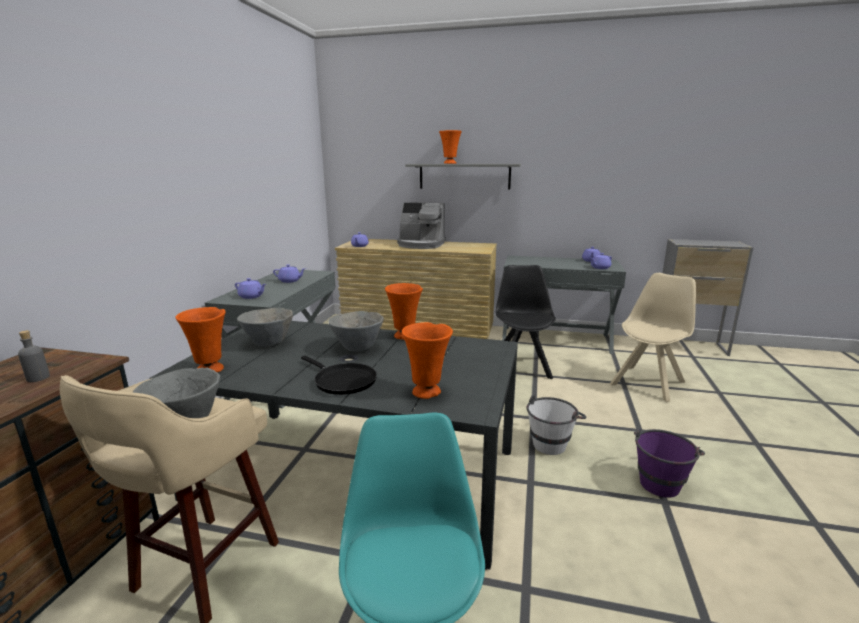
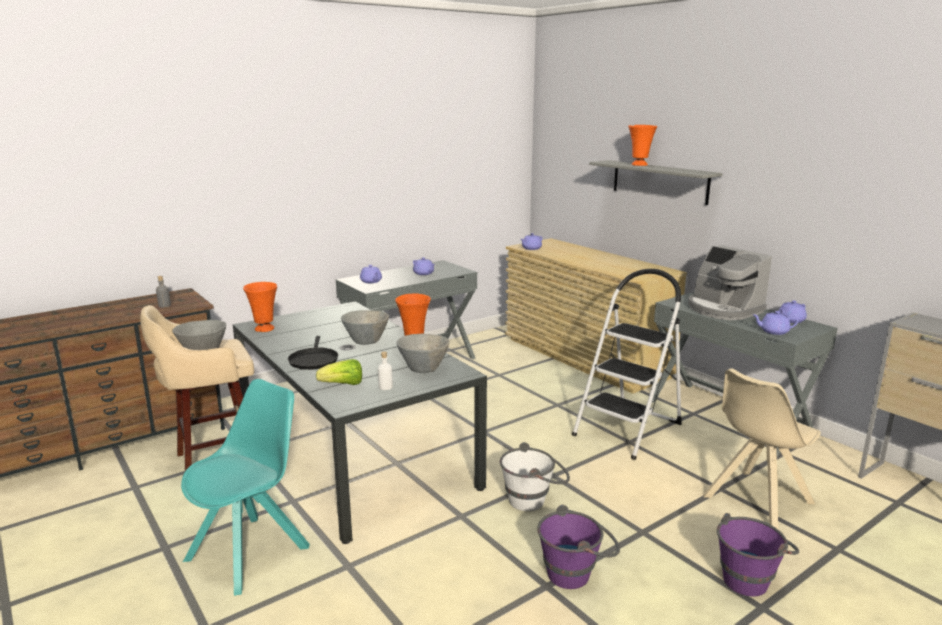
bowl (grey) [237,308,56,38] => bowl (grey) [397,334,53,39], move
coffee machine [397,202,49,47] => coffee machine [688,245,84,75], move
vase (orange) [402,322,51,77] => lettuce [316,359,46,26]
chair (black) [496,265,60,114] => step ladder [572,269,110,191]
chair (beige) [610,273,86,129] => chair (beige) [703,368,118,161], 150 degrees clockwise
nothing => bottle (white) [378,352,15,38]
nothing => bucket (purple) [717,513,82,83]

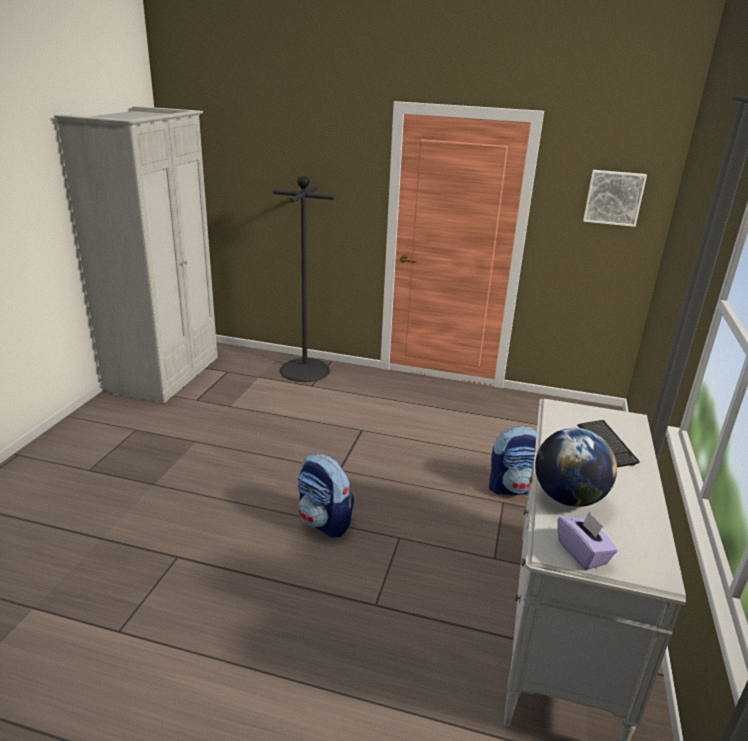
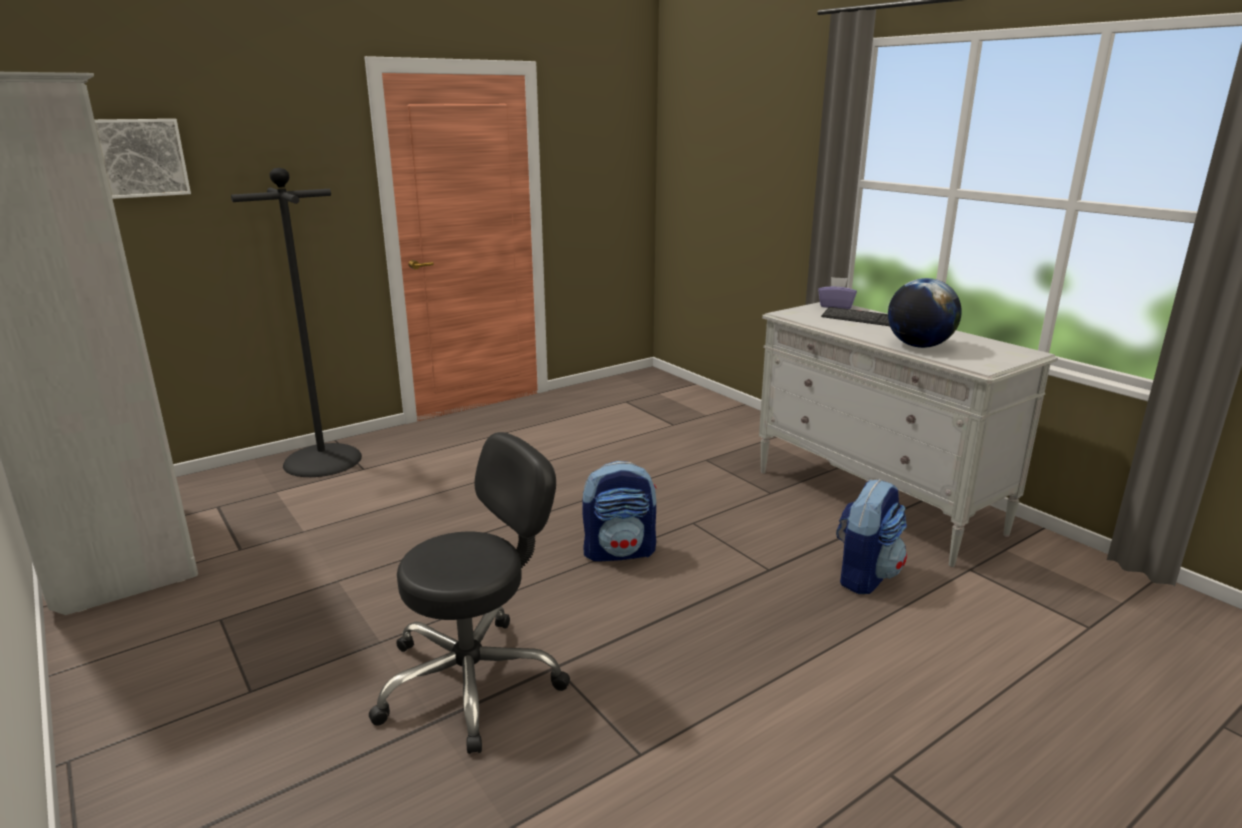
backpack [489,426,48,69] => backpack [836,479,71,115], move
tissue box (purple) [557,512,61,58] => tissue box (purple) [818,277,39,32], move
picture [583,170,64,57] => picture [95,119,96,80], move
nothing => office chair (black) [369,432,201,322]

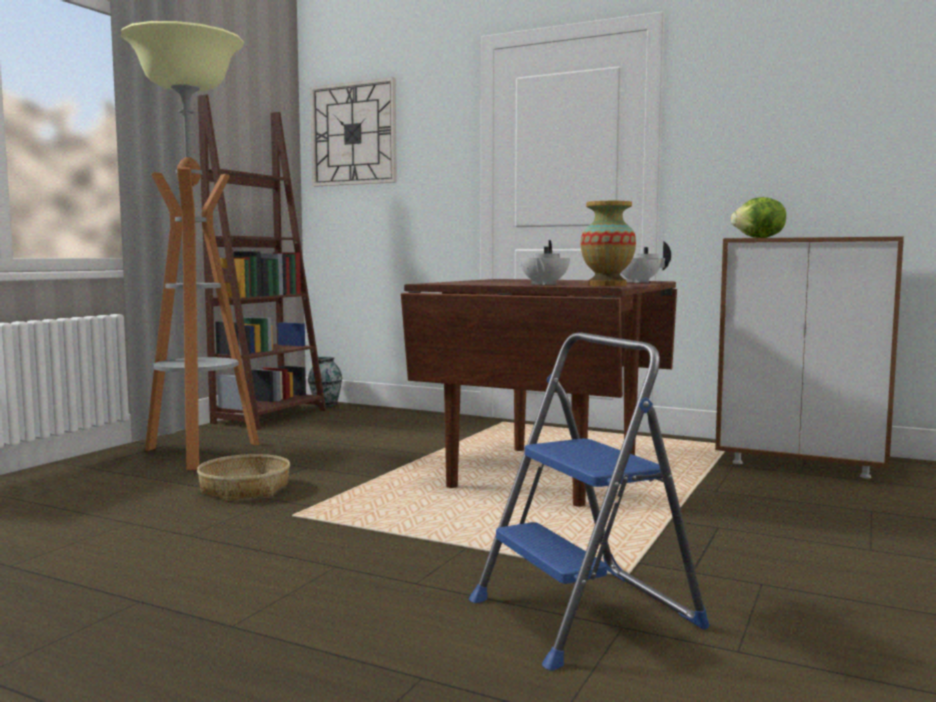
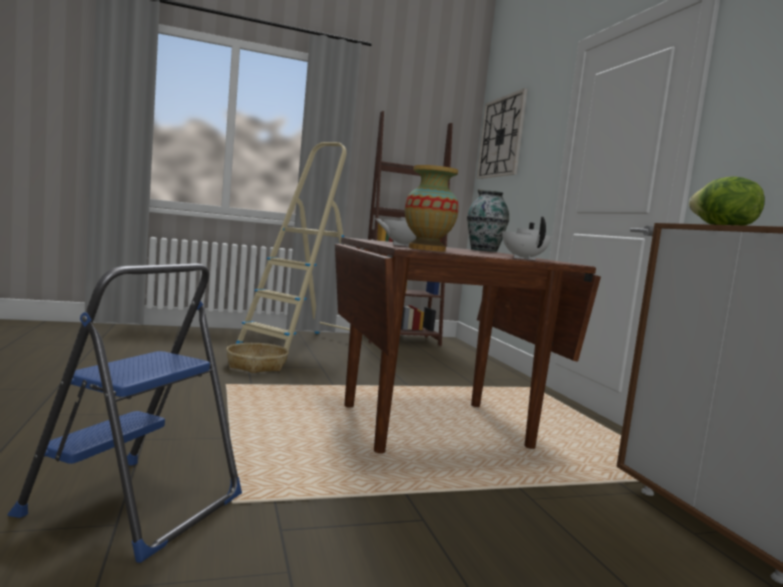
floor lamp [121,21,139,449] => step ladder (beige) [236,142,126,209]
vase [308,357,34,50] => vase [467,189,42,63], move

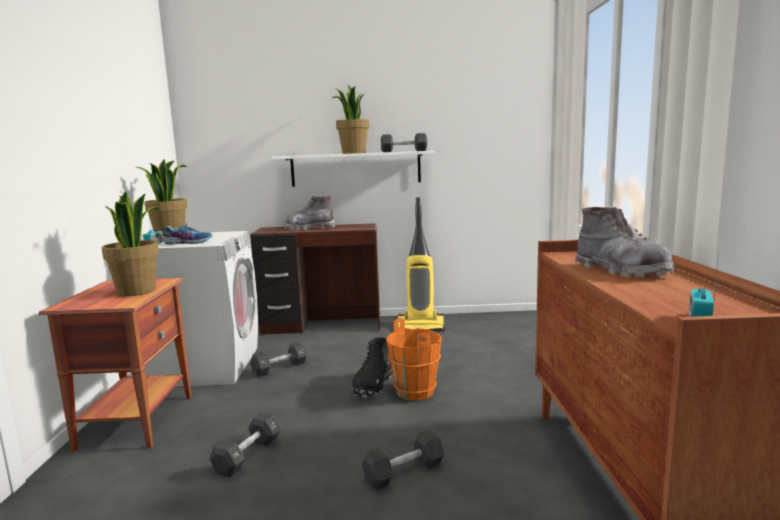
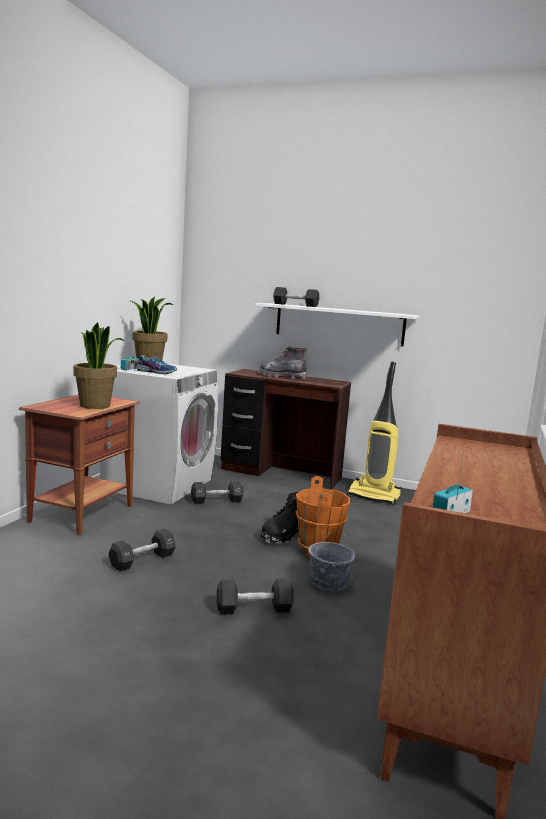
potted plant [333,85,36,69] => nothing
dumbbell (black) [381,133,46,19] => dumbbell (black) [273,287,46,20], move
boot (grey) [575,207,100,70] => nothing
nothing => bucket (grey) [308,529,47,62]

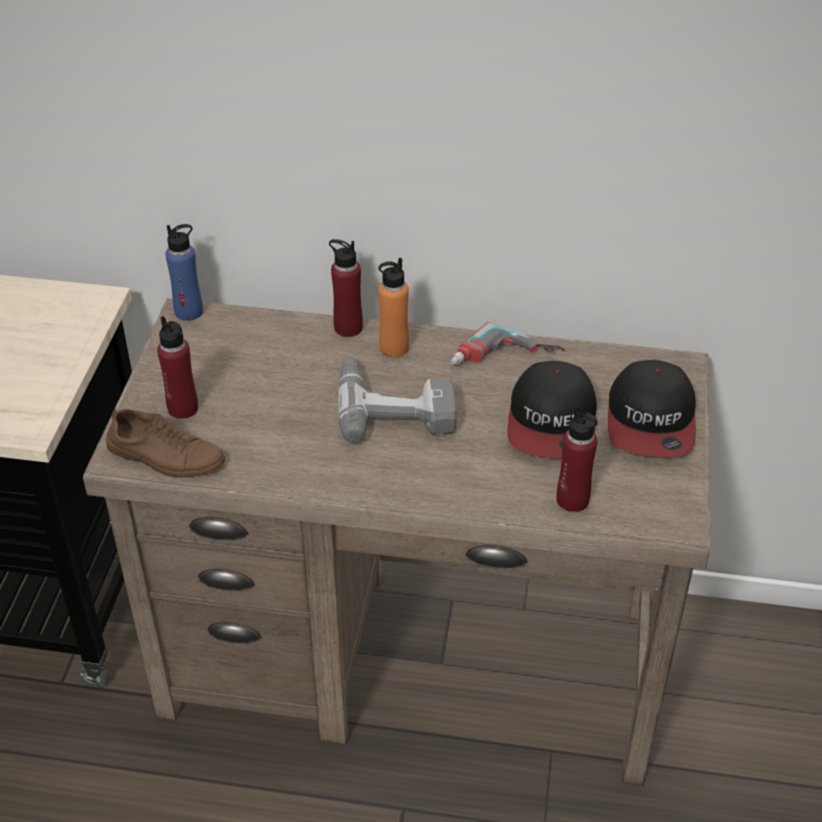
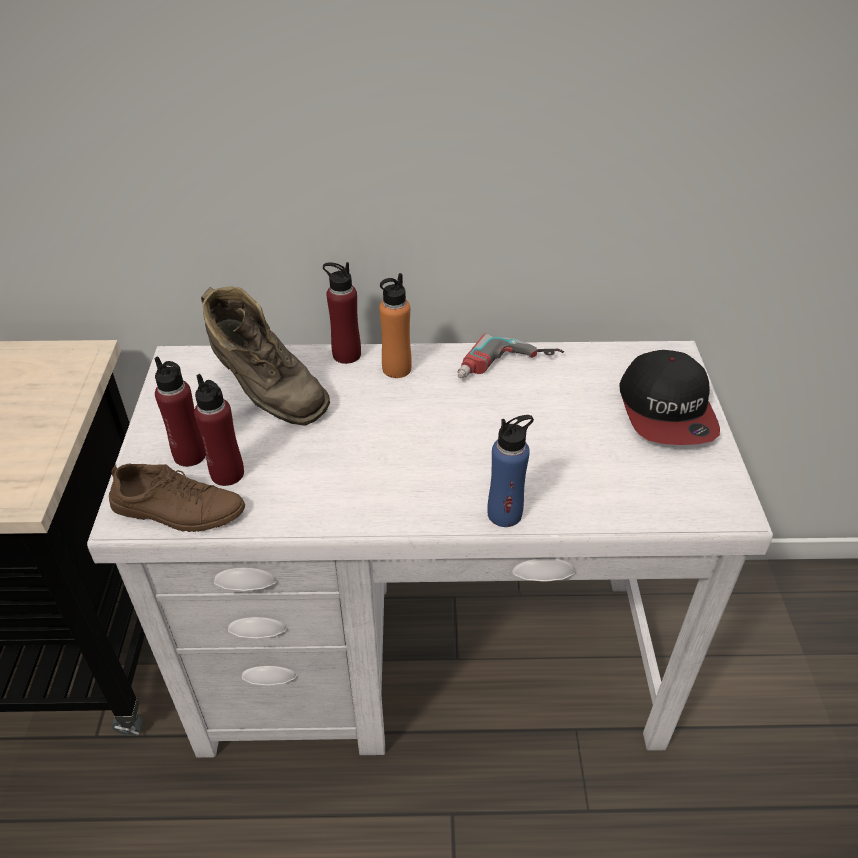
desk (brown) [83,298,627,487] => desk (white) [87,341,686,417]
bottle (blue) [165,224,38,97] => bottle (blue) [487,415,47,112], move
power drill [337,356,120,87] => nothing
cap [508,361,89,97] => nothing
bottle (red) [556,405,42,107] => bottle (red) [194,374,50,112], move
nothing => boot (brown) [201,287,129,139]

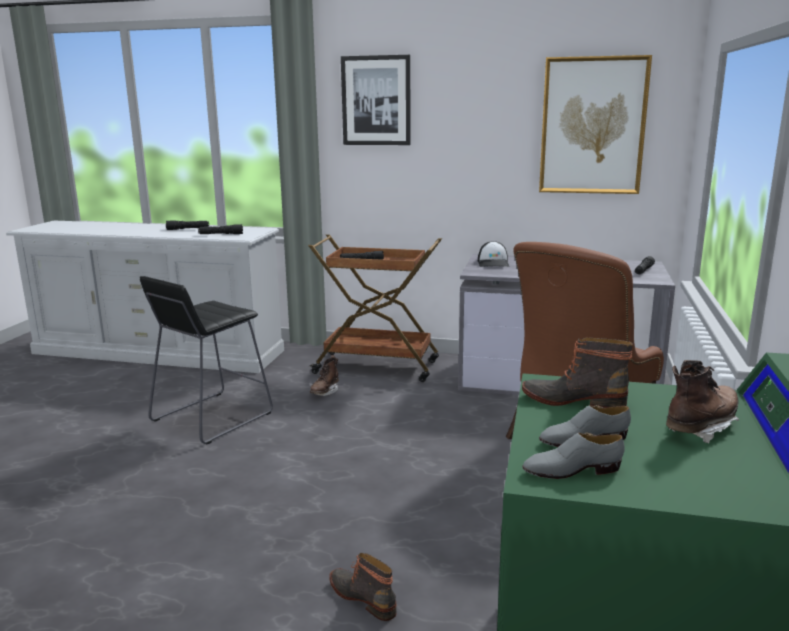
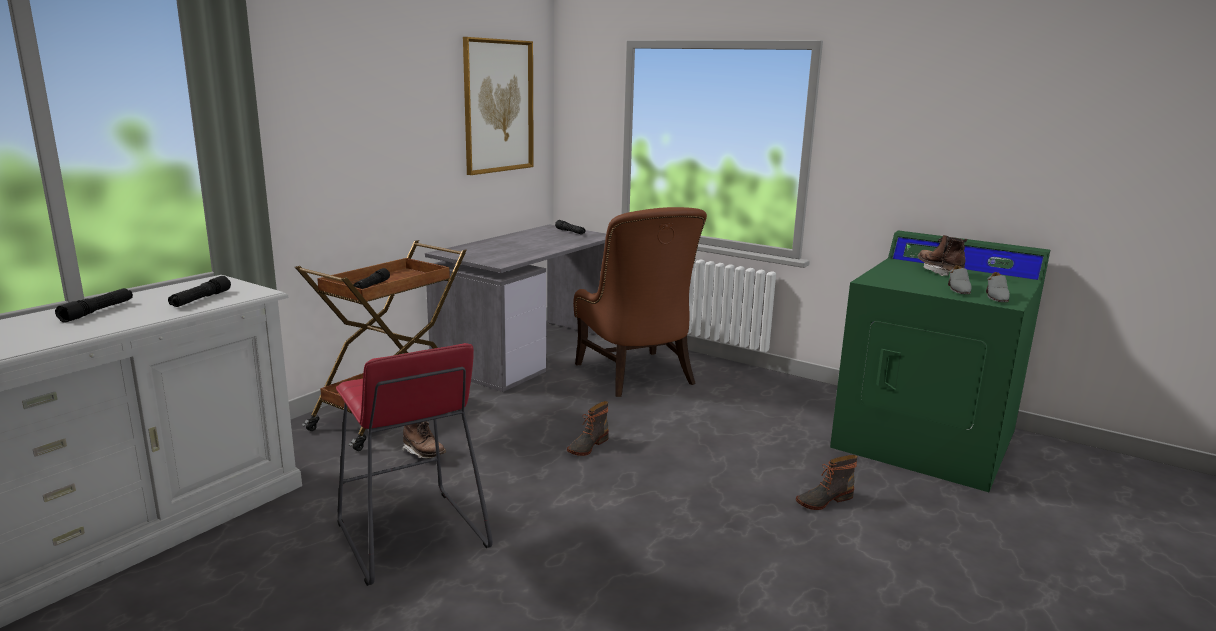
stool (black) [140,276,133,169] => stool (red) [336,343,157,243]
picture [341,55,70,90] => nothing
cap [478,241,31,26] => nothing
boot [522,338,111,70] => boot [567,401,42,55], move

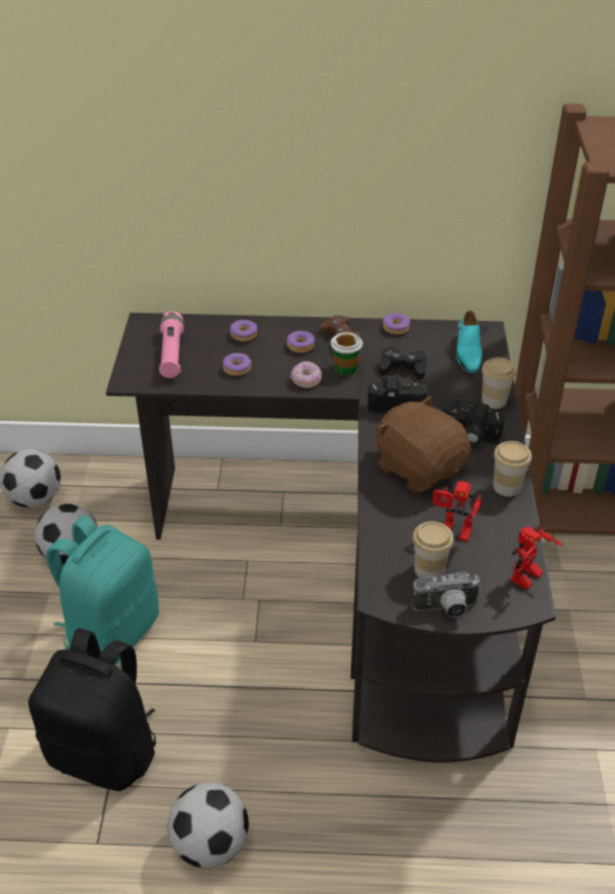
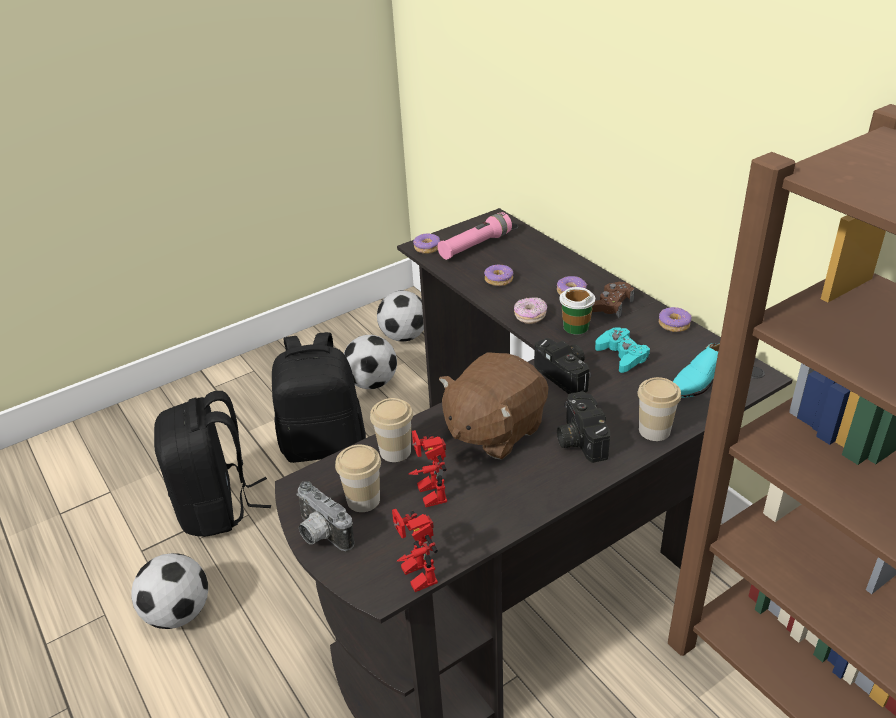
backpack (turquoise) [46,516,113,149] => backpack (black) [272,332,94,131]
donut [230,320,27,22] => donut [413,233,28,21], move
plush toy (brown) [375,396,96,97] => plush toy (brown) [439,352,109,108], 150 degrees counterclockwise
game controller (black) [379,347,48,33] => game controller (turquoise) [595,327,55,46]
cup [493,441,39,56] => cup [370,398,43,64], move
toy robot [510,526,54,64] => toy robot [392,509,46,83], 60 degrees clockwise

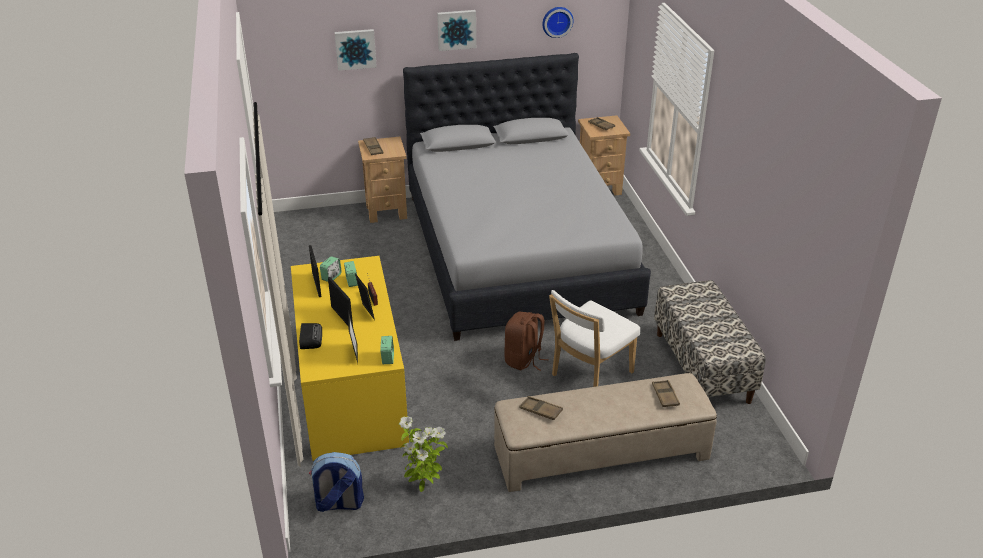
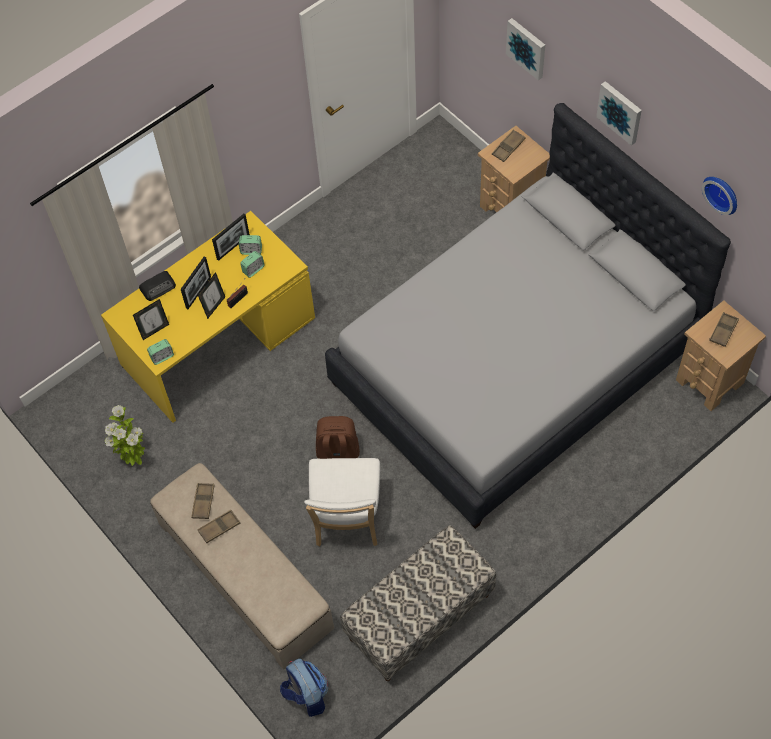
backpack [309,452,55,60] => backpack [280,659,48,58], move
chair (white) [549,290,91,97] => chair (white) [304,458,76,88], 105 degrees counterclockwise
tray (brown) [652,380,28,27] => tray (brown) [197,510,43,33], move

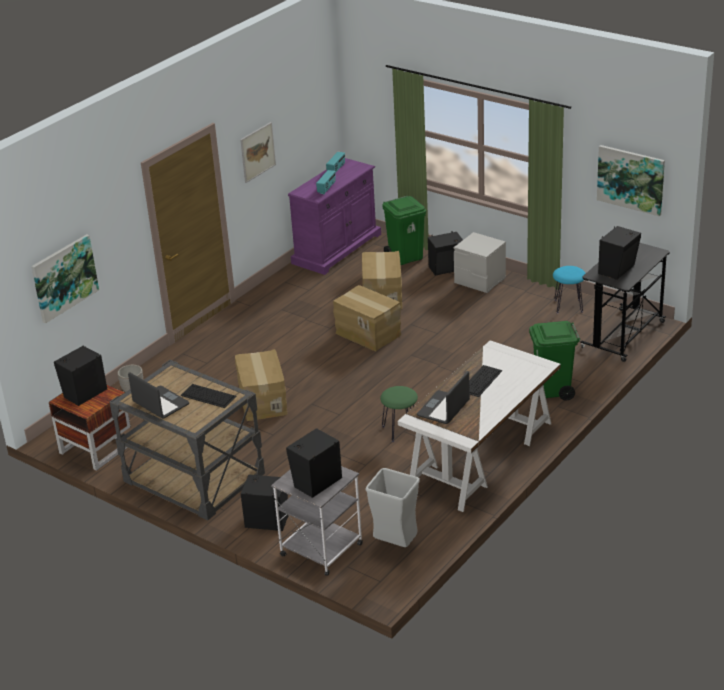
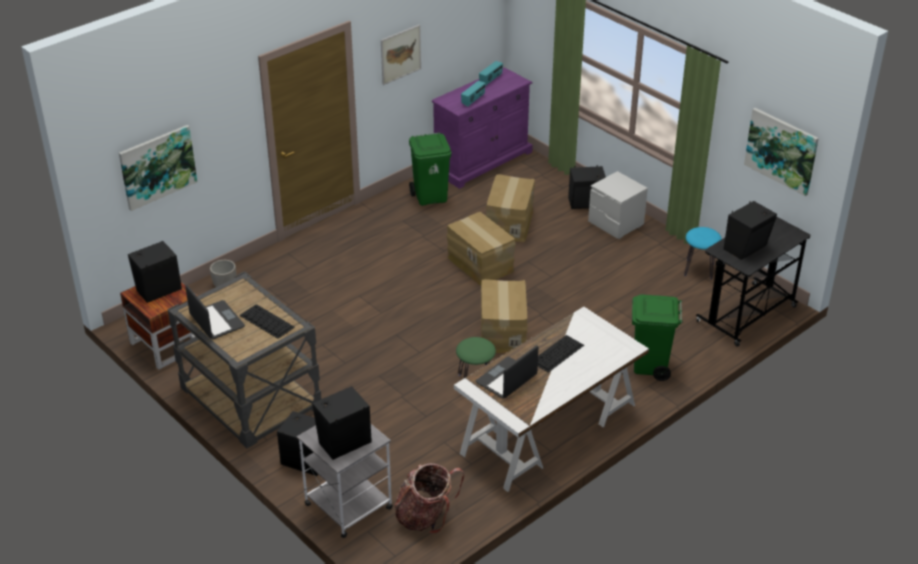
cardboard box [235,349,53,72] => cardboard box [481,279,47,74], move
trash can (grey) [366,468,54,79] => backpack [394,463,70,71]
trash can (green) [382,196,44,69] => trash can (green) [409,132,42,74], move

